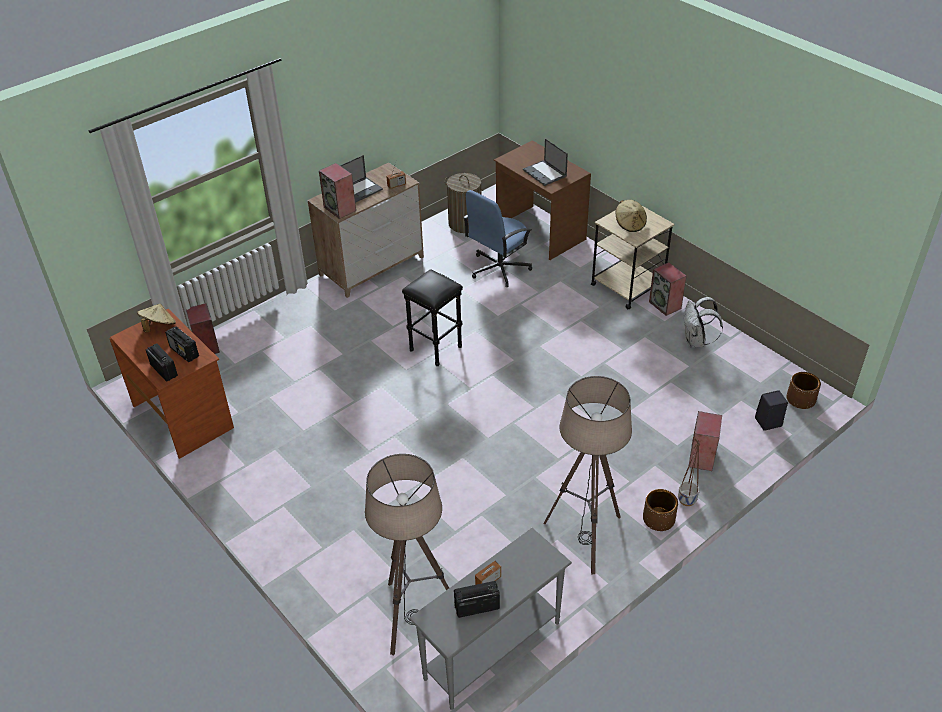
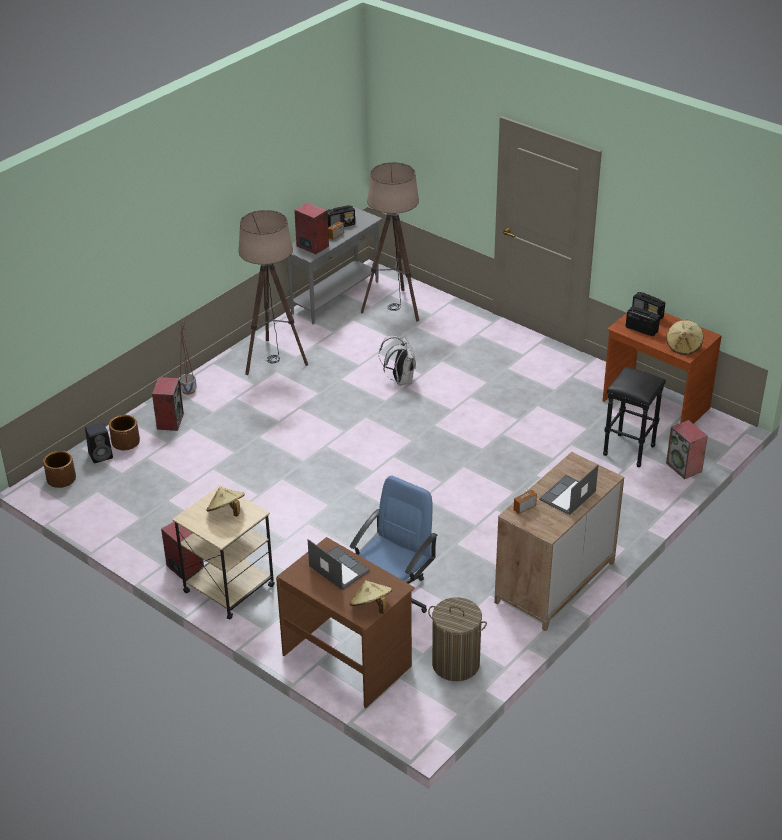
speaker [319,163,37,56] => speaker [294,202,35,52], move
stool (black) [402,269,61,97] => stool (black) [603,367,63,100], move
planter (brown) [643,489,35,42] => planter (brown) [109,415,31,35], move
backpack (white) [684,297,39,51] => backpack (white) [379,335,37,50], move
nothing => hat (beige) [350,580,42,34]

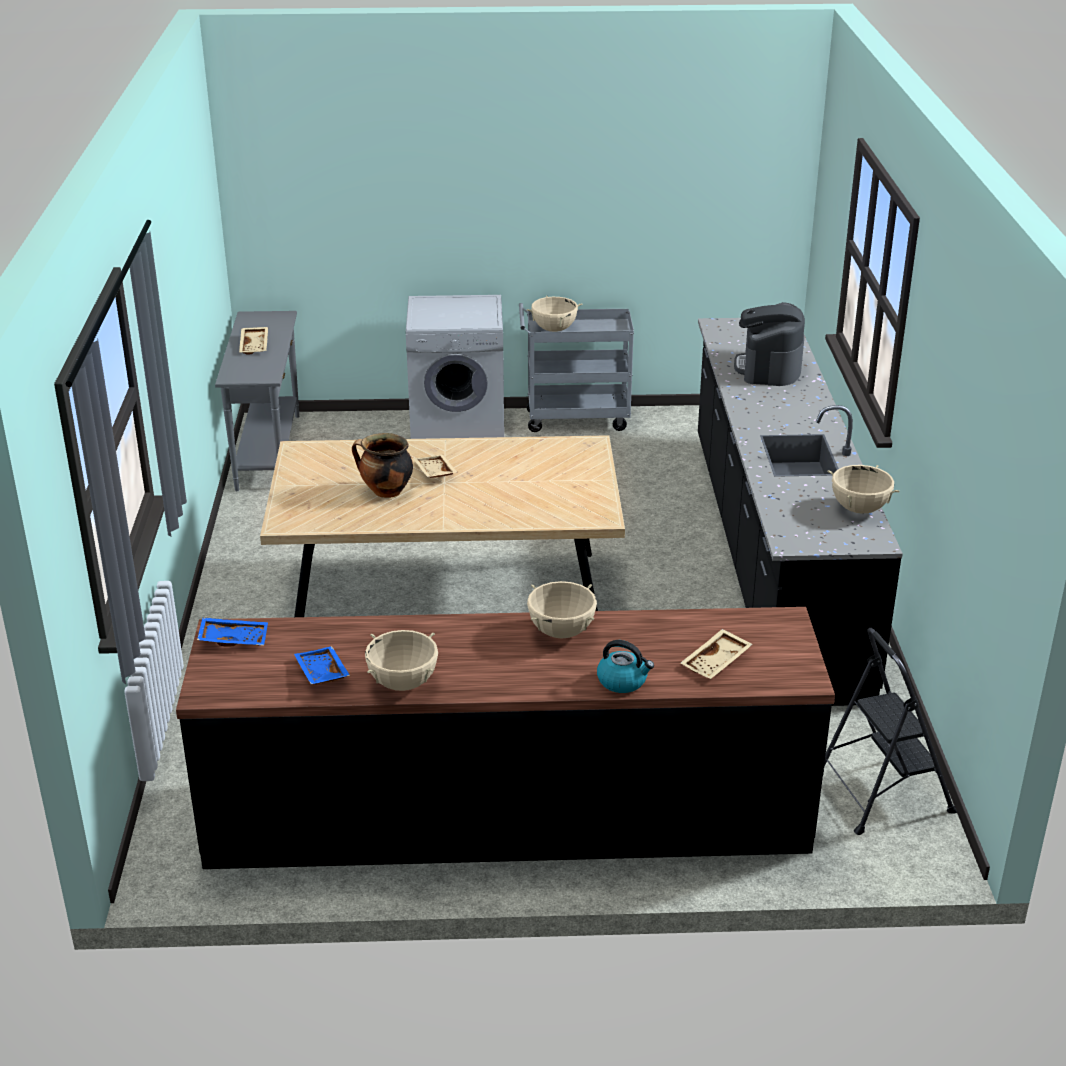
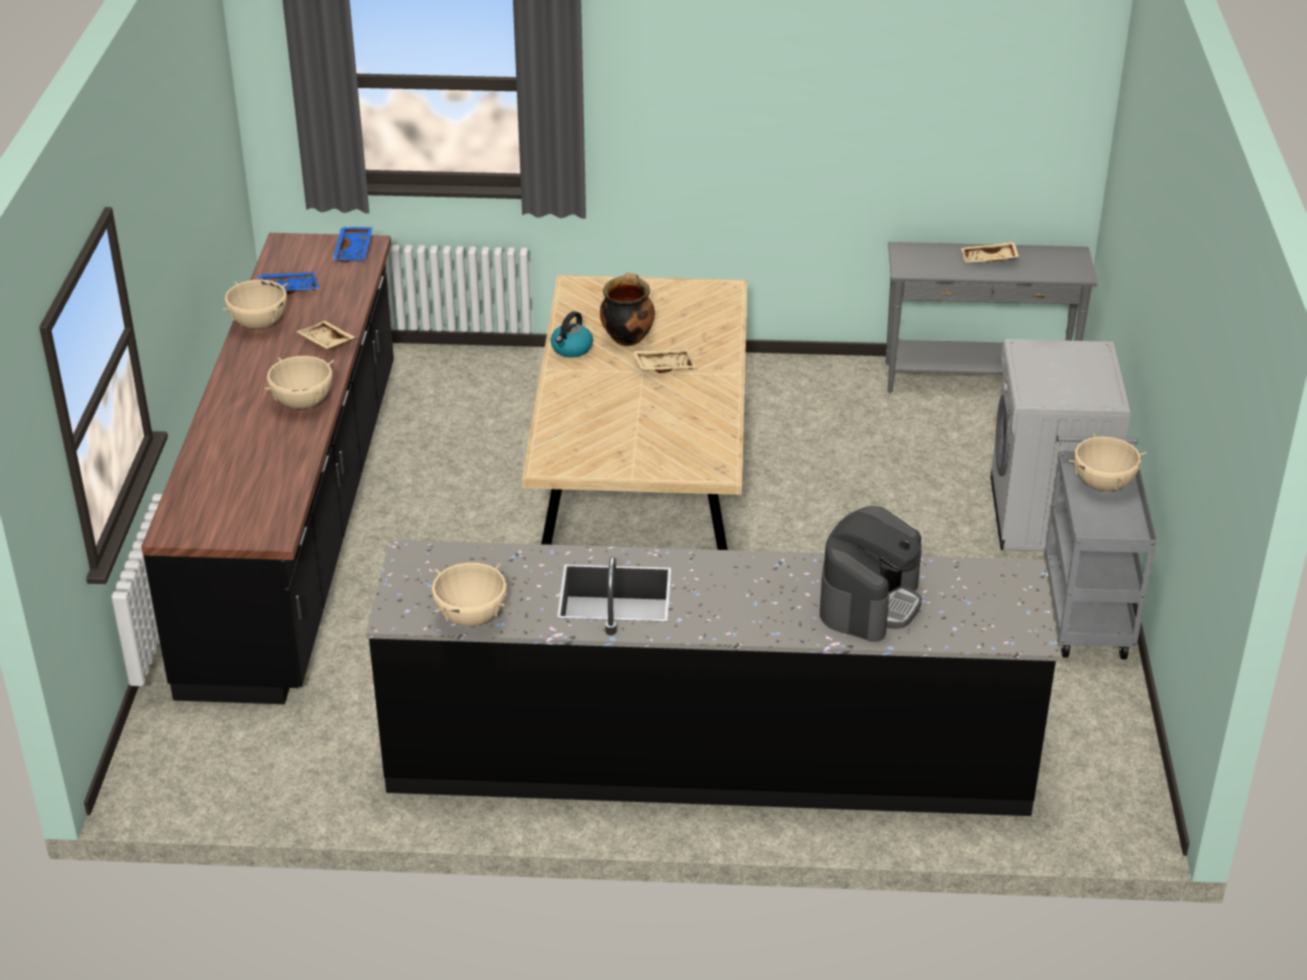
kettle [597,640,57,53] => kettle [550,311,43,47], move
tray (beige) [680,629,73,50] => tray (beige) [296,321,60,28], move
coffee machine [734,302,71,84] => coffee machine [820,506,102,136], 105 degrees clockwise
step ladder (black) [823,628,134,207] => nothing

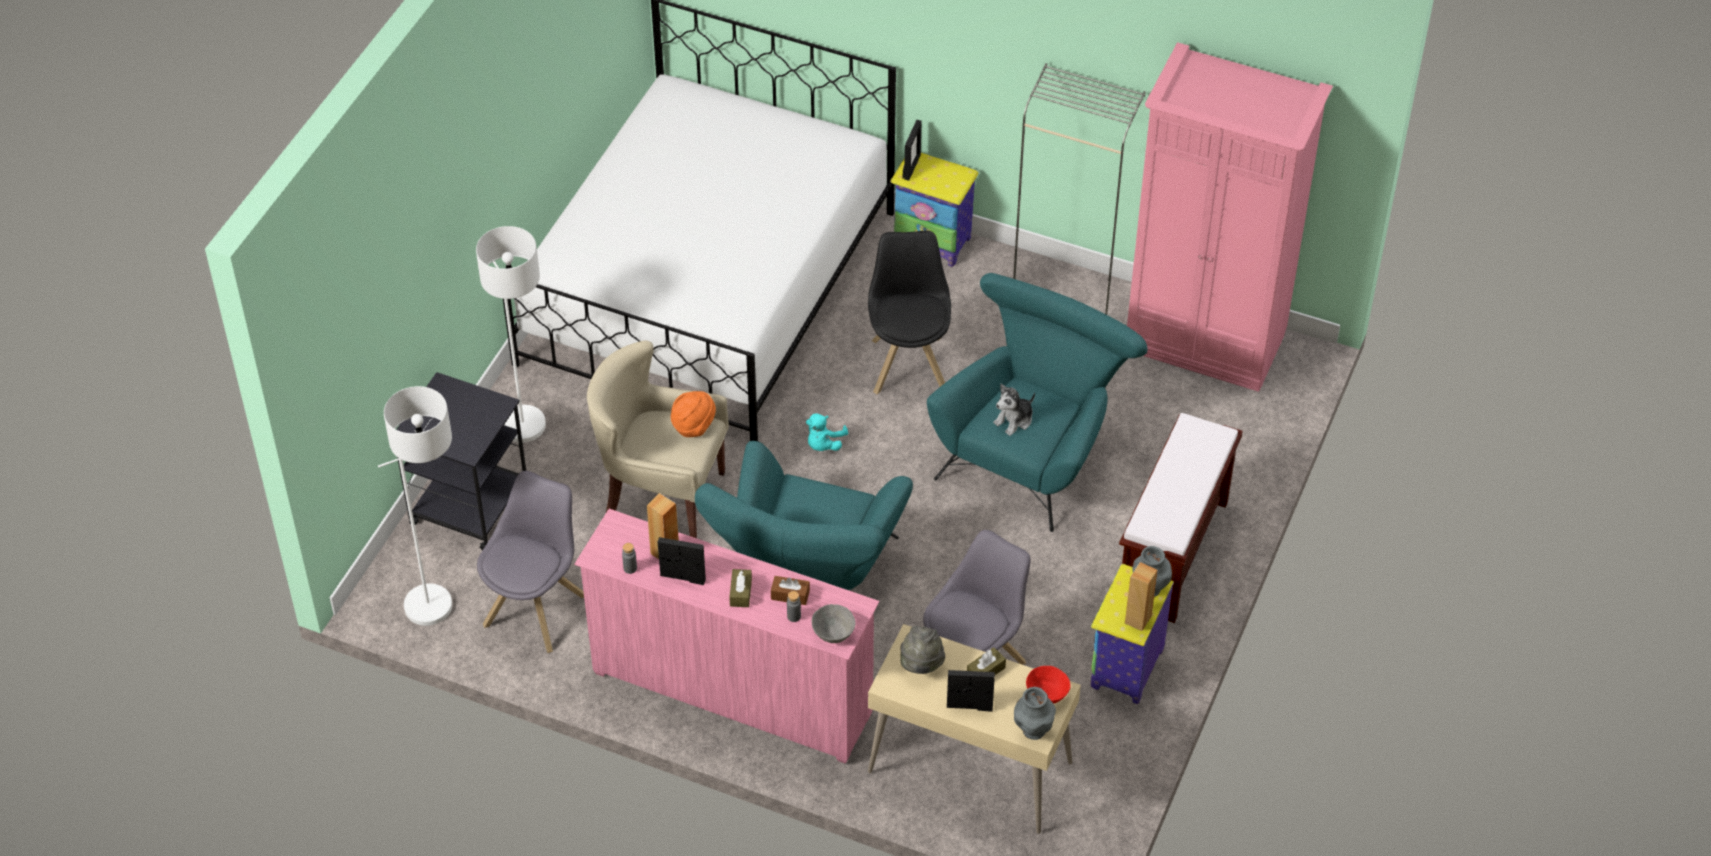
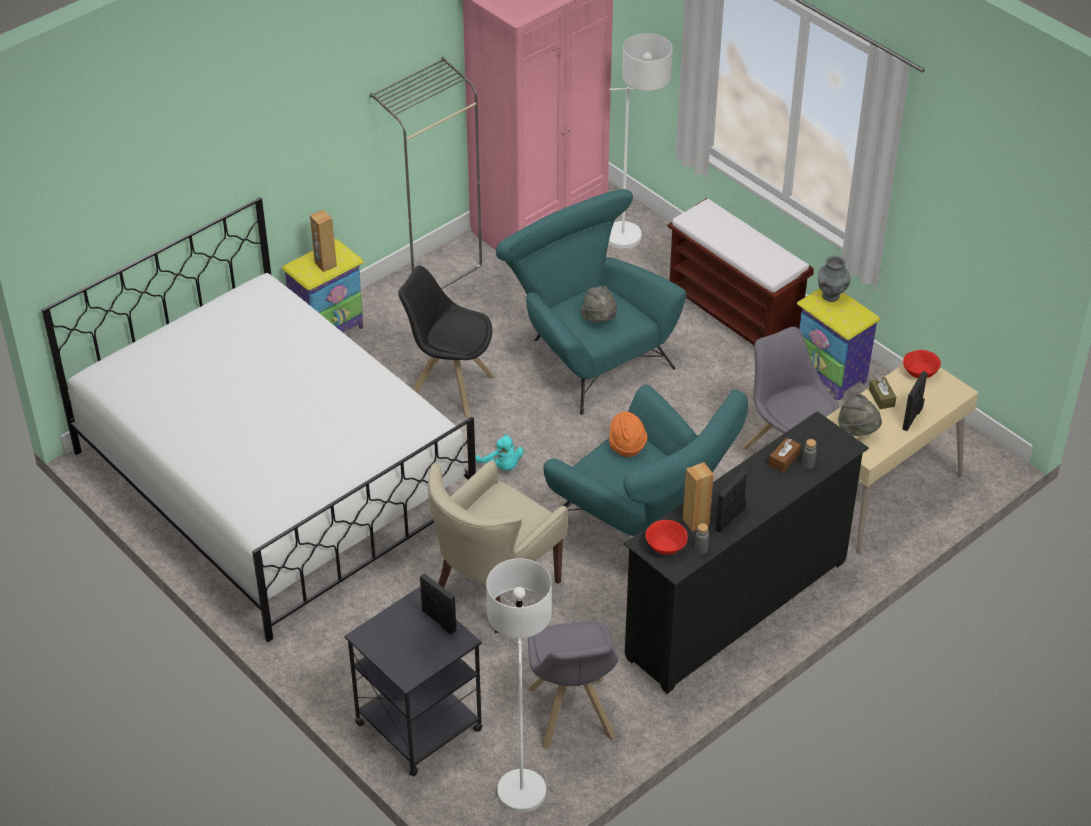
floor lamp (white) [476,226,70,217] => floor lamp (white) [608,33,65,216], move
chair (grey) [477,471,107,182] => chair (grey) [528,621,90,128], 150 degrees counterclockwise
dresser (pink) [574,509,305,255] => dresser (black) [624,411,245,283]
hat (orange) [671,391,45,46] => hat (orange) [609,412,39,45], move
tissue box (brown) [729,569,23,38] => nothing
bowl (grey) [812,604,43,39] => nothing
picture frame [903,120,19,61] => picture frame [420,574,36,61], move
plush toy [993,384,42,52] => hat (grey) [581,285,36,37]
vase (grey) [1014,687,42,53] => nothing
speaker (brown) [1125,562,33,69] => speaker (brown) [310,210,27,62], move
nothing => bowl (red) [645,520,42,35]

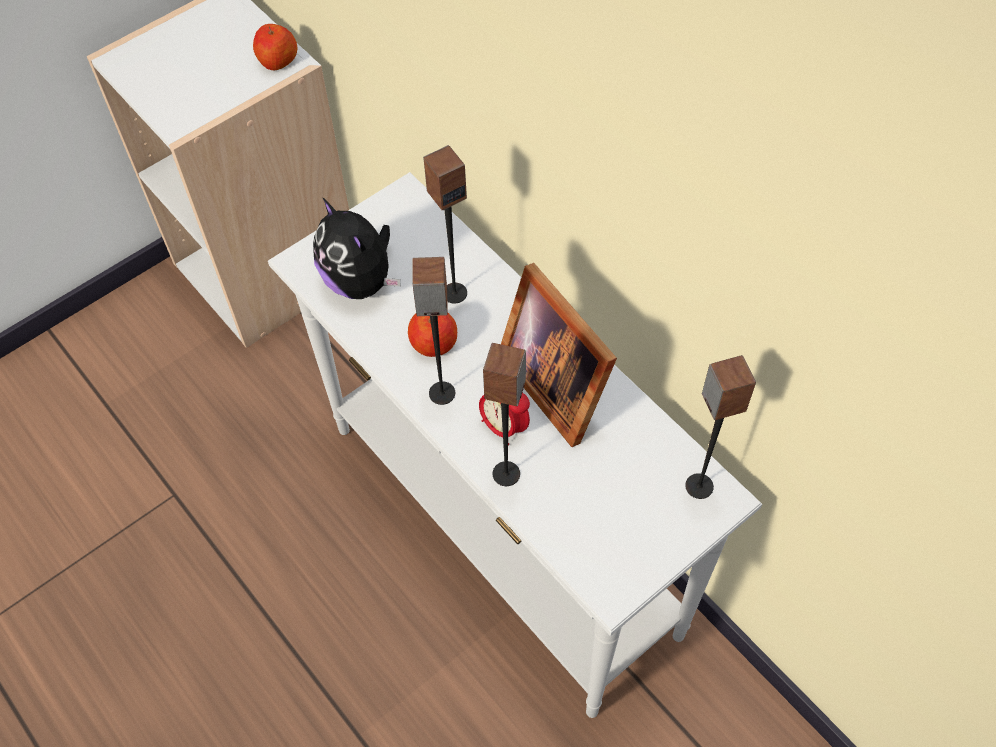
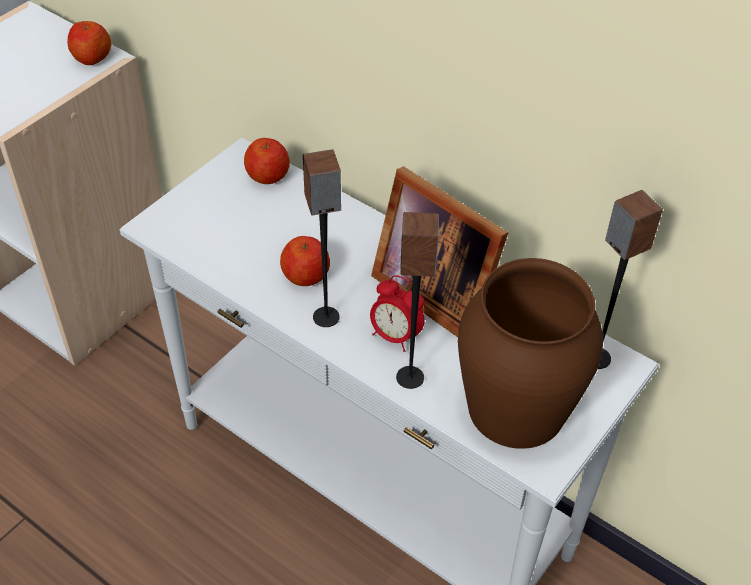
plush toy [313,198,87,101] => nothing
speaker [423,145,44,158] => nothing
nothing => apple [244,138,46,46]
nothing => vase (brown) [458,258,145,191]

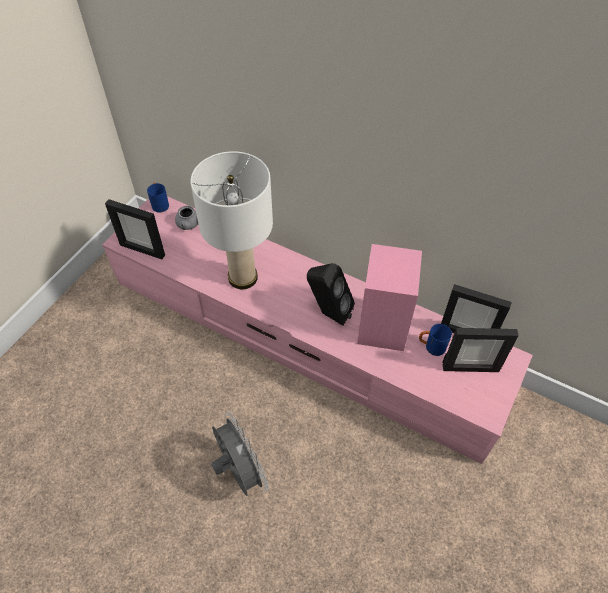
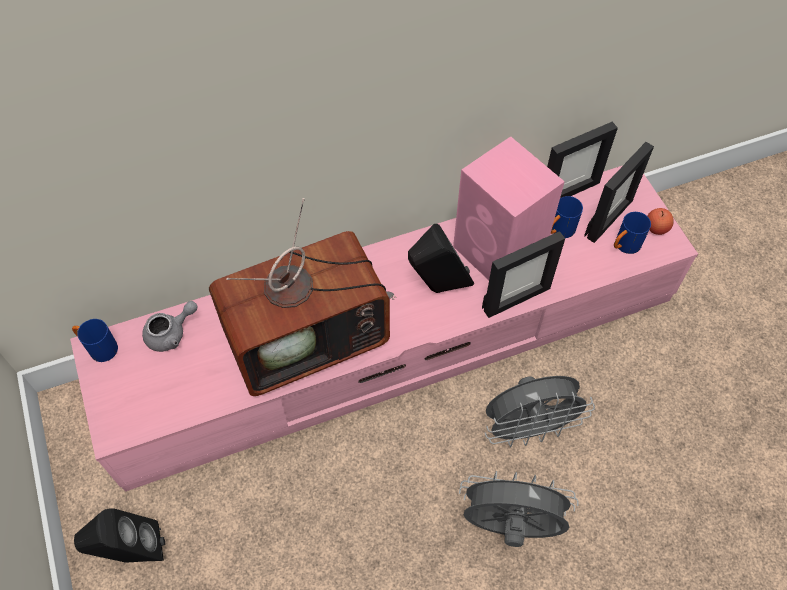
picture frame [105,199,60,60] => picture frame [482,231,83,87], move
table lamp (white) [191,151,82,138] => television [209,198,187,198]
nothing => speaker (black) [74,508,91,55]
nothing => fan (grey) [485,376,110,71]
nothing => mug (blue) [614,212,37,42]
nothing => apple [647,208,27,27]

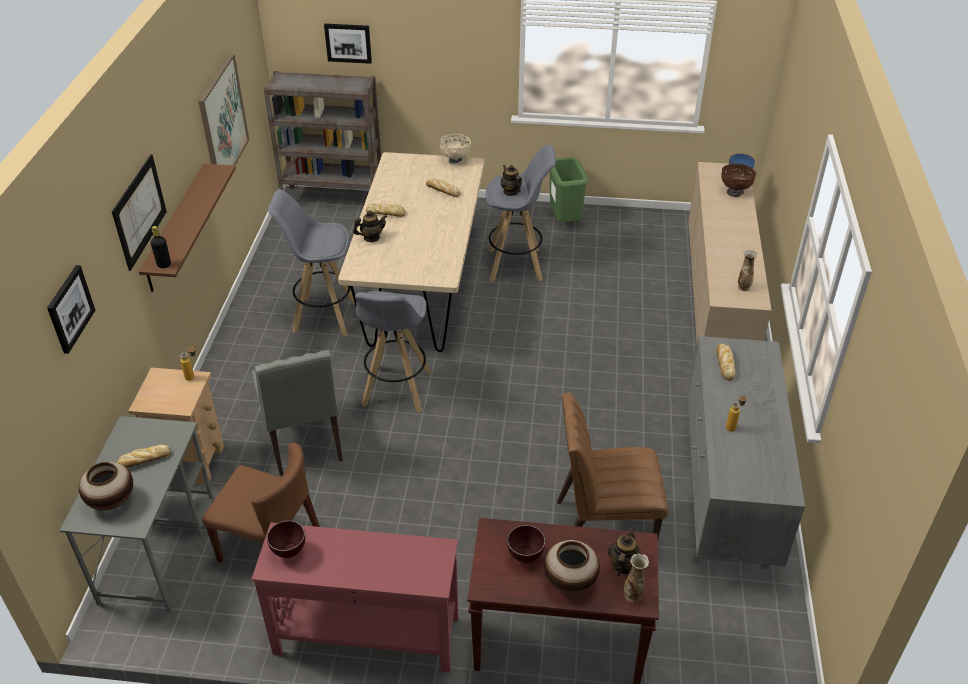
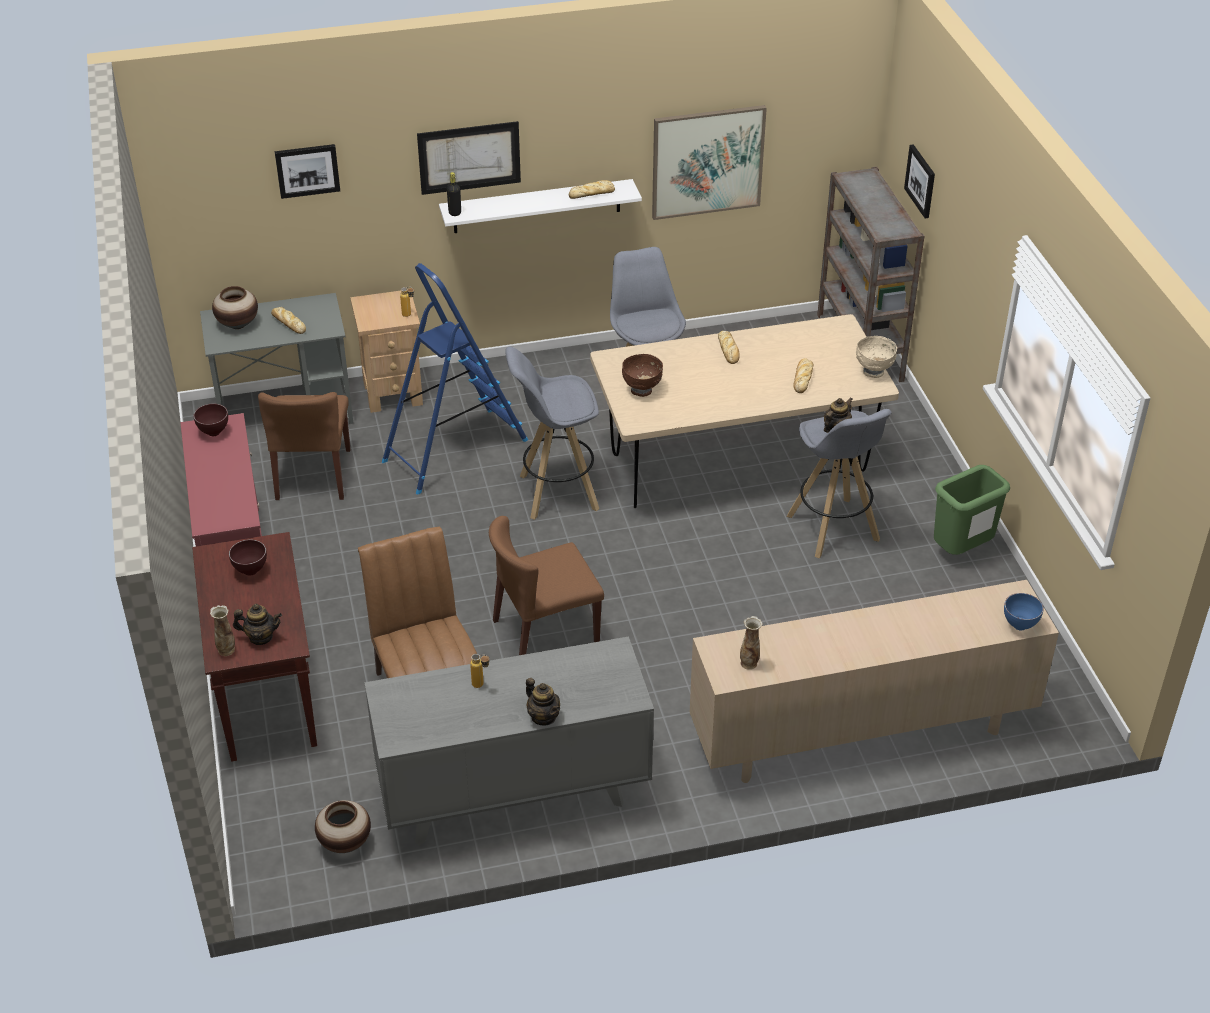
shelf (brown) [139,164,97,128] => shelf (white) [439,179,203,54]
chair (grey) [252,350,91,126] => step ladder (blue) [382,263,146,232]
teapot [353,211,34,31] => teapot [526,678,34,47], move
vase [544,540,56,54] => vase [315,800,56,53], move
bread [717,344,18,36] => bread [569,180,46,19], move
bowl (brown) [722,163,34,34] => bowl (brown) [622,354,41,43], move
nothing => chair (brown) [489,516,115,139]

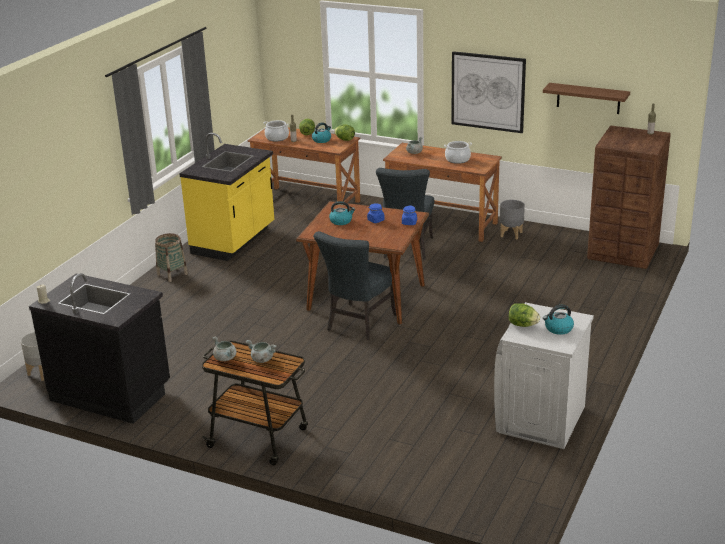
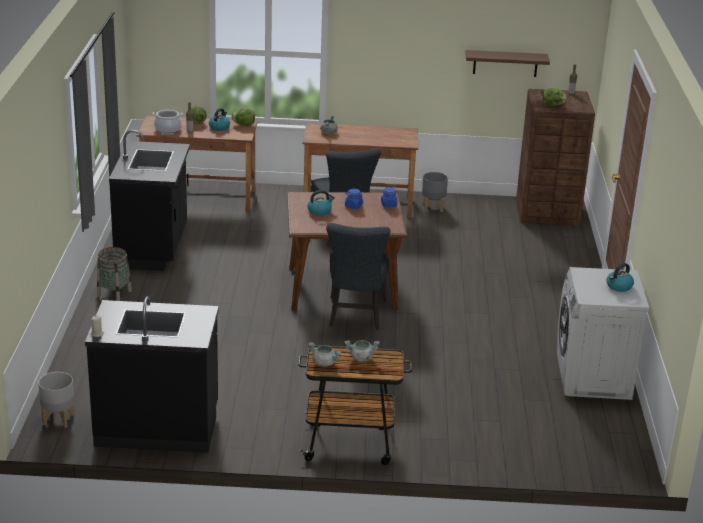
counter (yellow) [179,133,95,128] => counter (black) [109,130,81,141]
cooking pot [444,141,28,23] => nothing
picture [451,51,75,82] => nothing
lettuce [509,303,31,24] => lettuce [543,88,24,18], move

